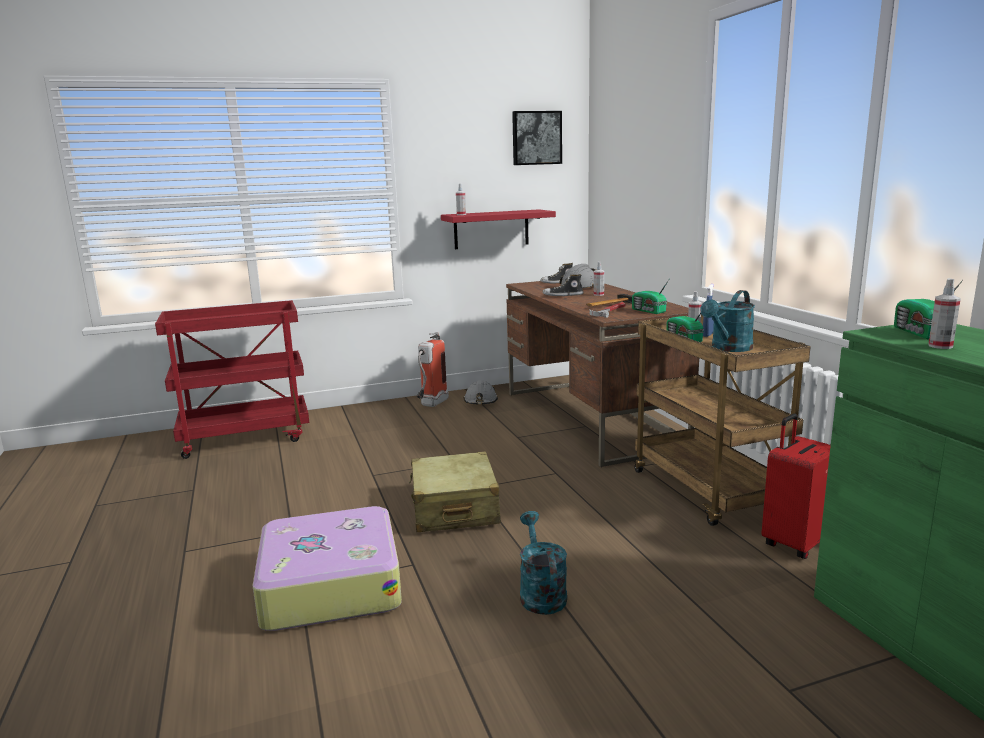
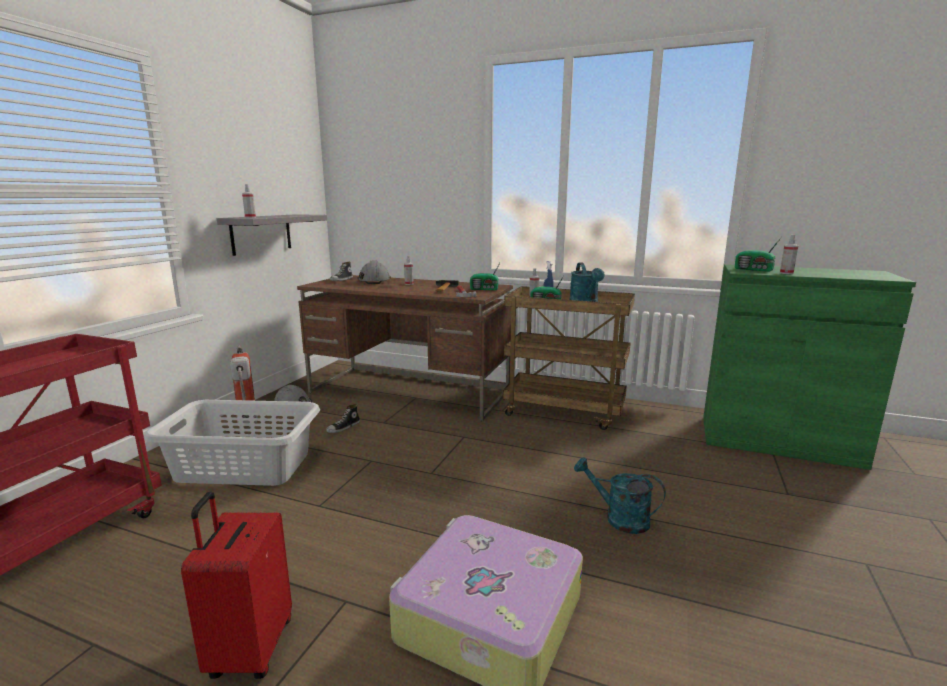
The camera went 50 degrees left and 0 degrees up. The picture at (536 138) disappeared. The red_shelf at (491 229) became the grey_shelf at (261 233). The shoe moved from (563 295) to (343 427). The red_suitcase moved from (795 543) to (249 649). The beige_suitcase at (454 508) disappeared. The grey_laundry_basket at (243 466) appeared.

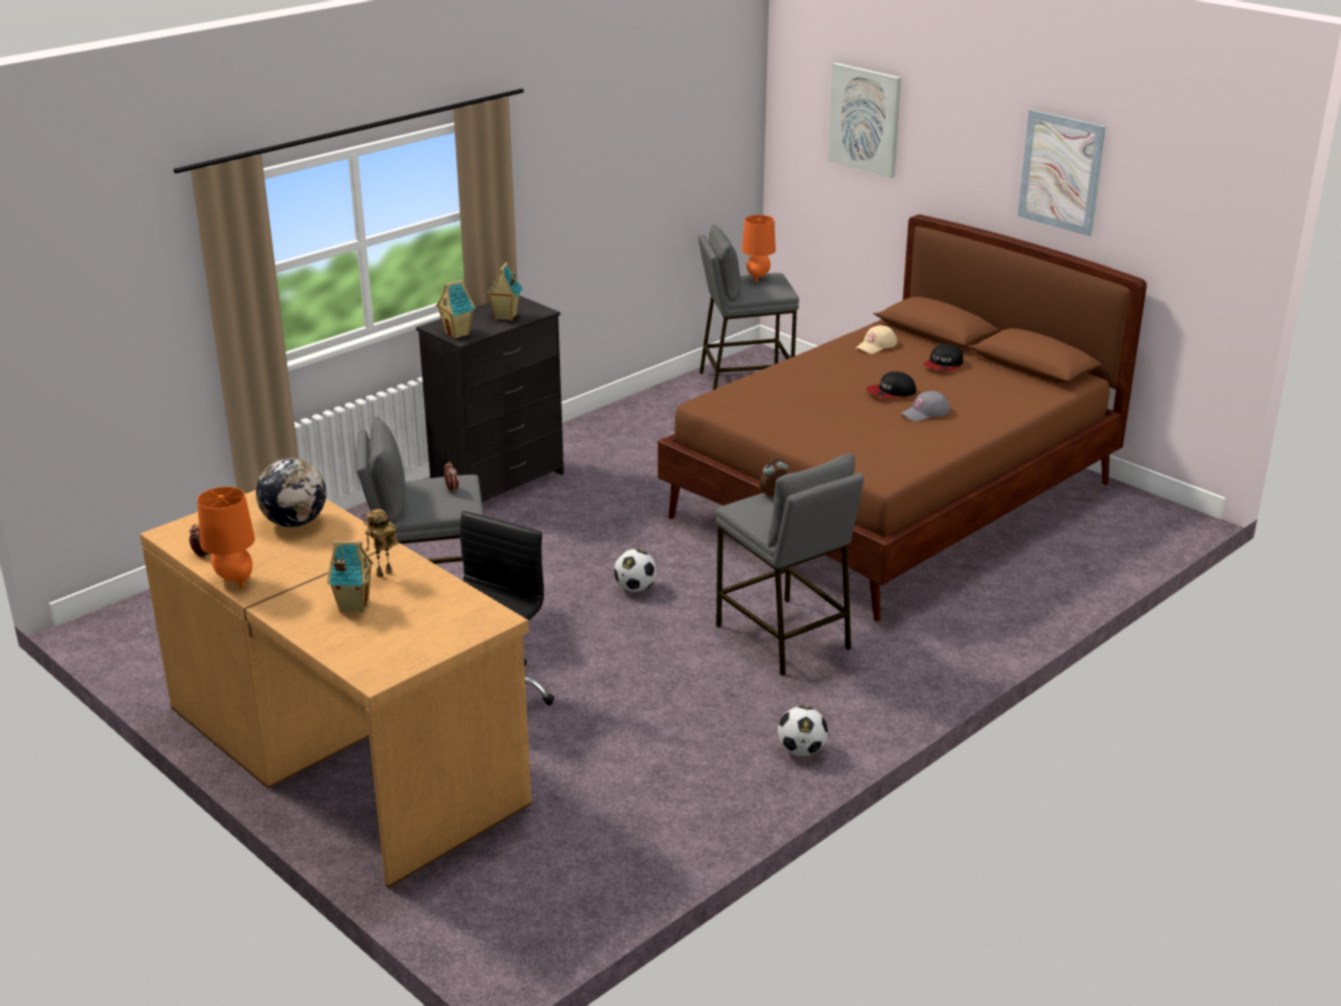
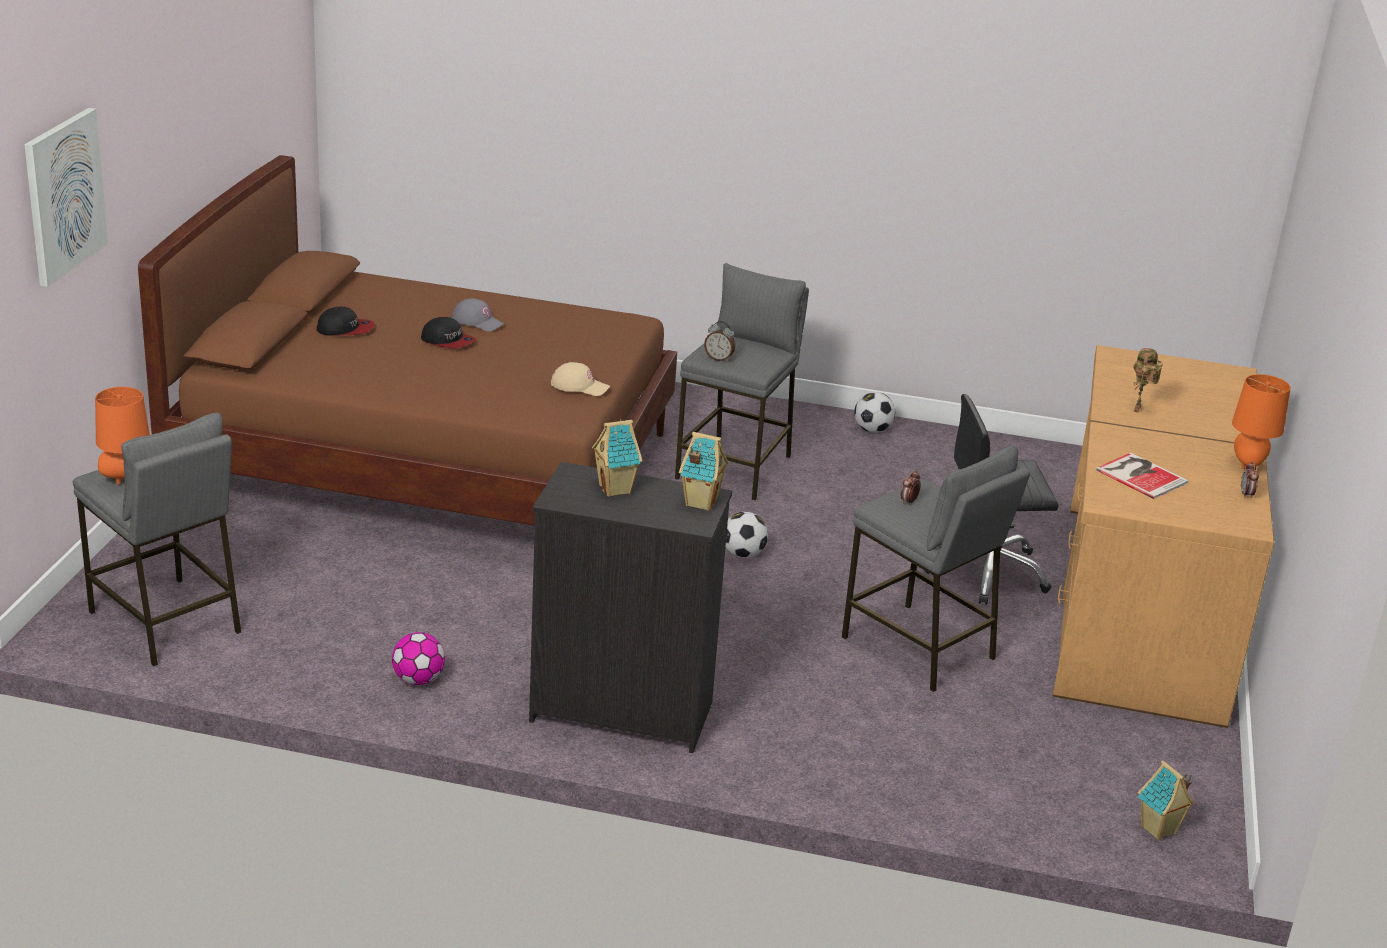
The camera went 125 degrees left and 0 degrees up. The picture at (1061 172) disappeared. The beige_cap moved from (876 345) to (580 386). The globe at (295 522) was replaced by the book at (1140 475). The toy_robot at (384 575) turned 90 degrees clockwise. The toy_house moved from (353 605) to (1159 830). The football at (418 680) appeared.

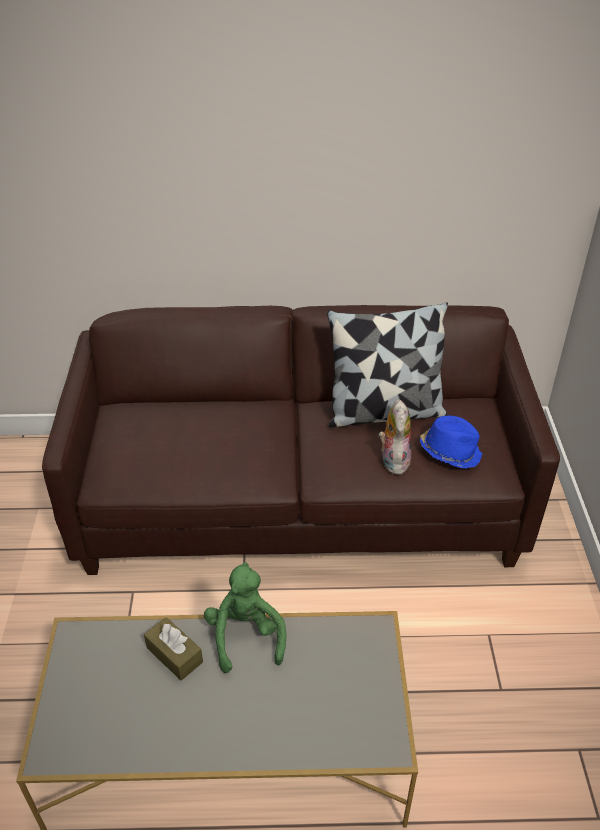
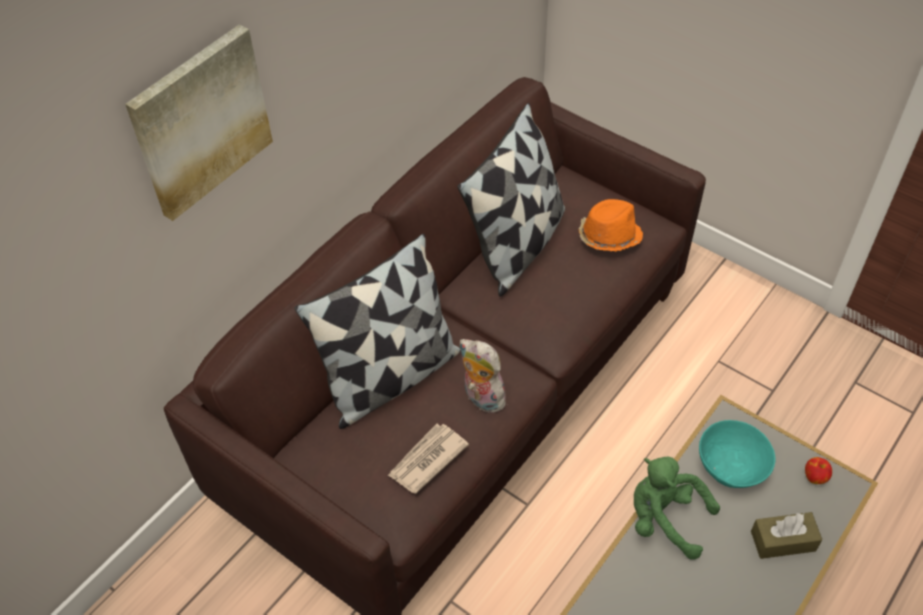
The camera went 50 degrees left and 10 degrees up. The plush_toy moved from (393 460) to (481 398). The blue_hat at (450 451) became the orange_hat at (608 236). The brown_tissue_box moved from (174 655) to (783 541). The picture at (200 121) appeared. The pillow at (390 377) appeared. The turquoise_bowl at (731 466) appeared. The newspaper at (426 460) appeared. The apple at (815 477) appeared.

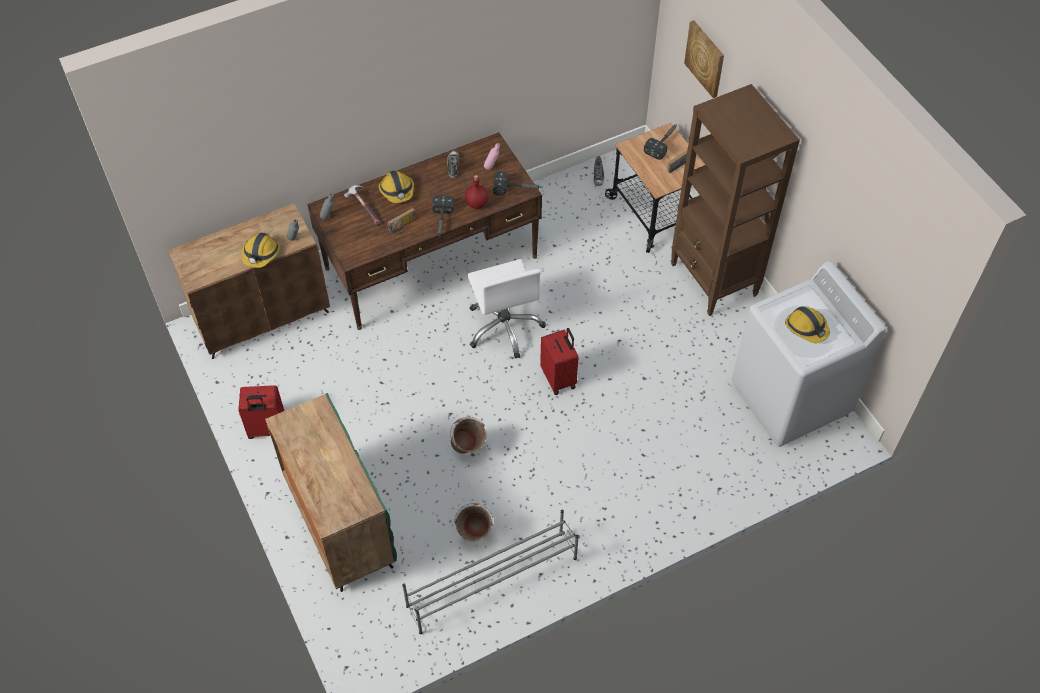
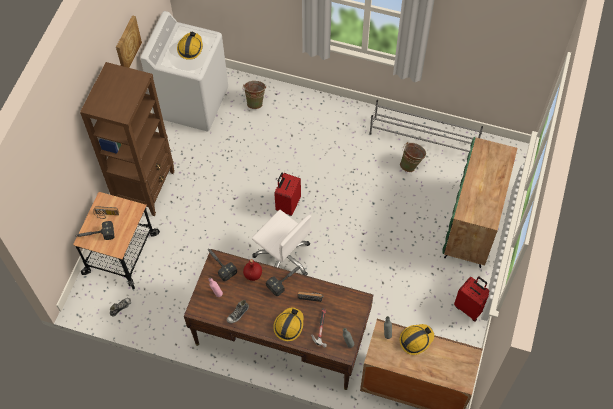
The camera went 135 degrees left and 5 degrees up. The picture moved from (705 58) to (127 44). The white_office_chair at (504 327) turned 105 degrees clockwise. The green_bucket moved from (468 450) to (255 101).

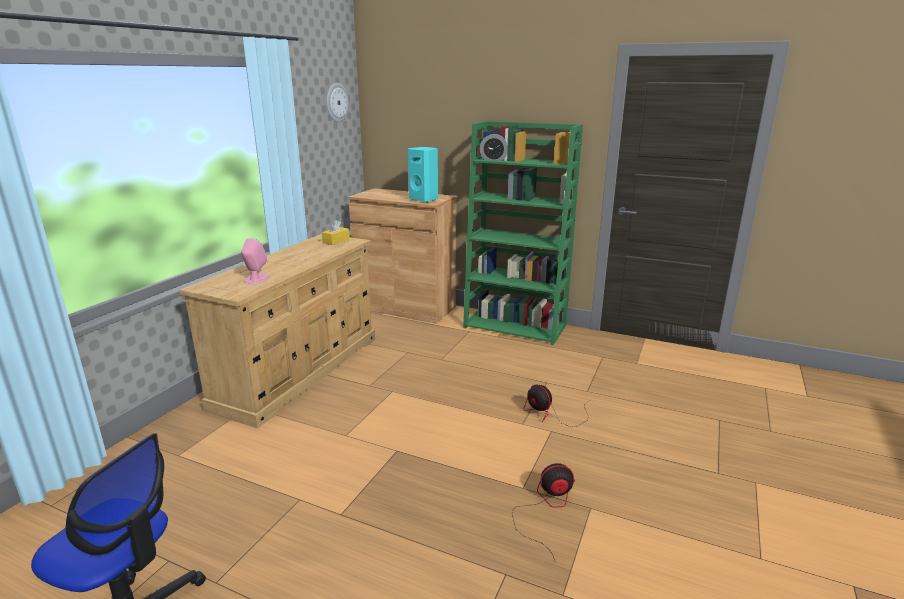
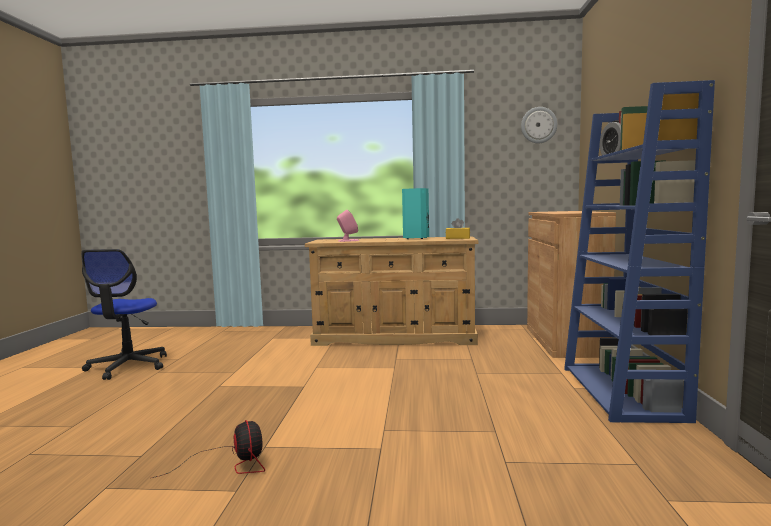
The camera went 70 degrees right and 15 degrees down. The green_bookcase at (516 326) became the blue_bookcase at (622 393). The turquoise_speaker moved from (424 199) to (416 238). The fan at (552 414) disappeared.

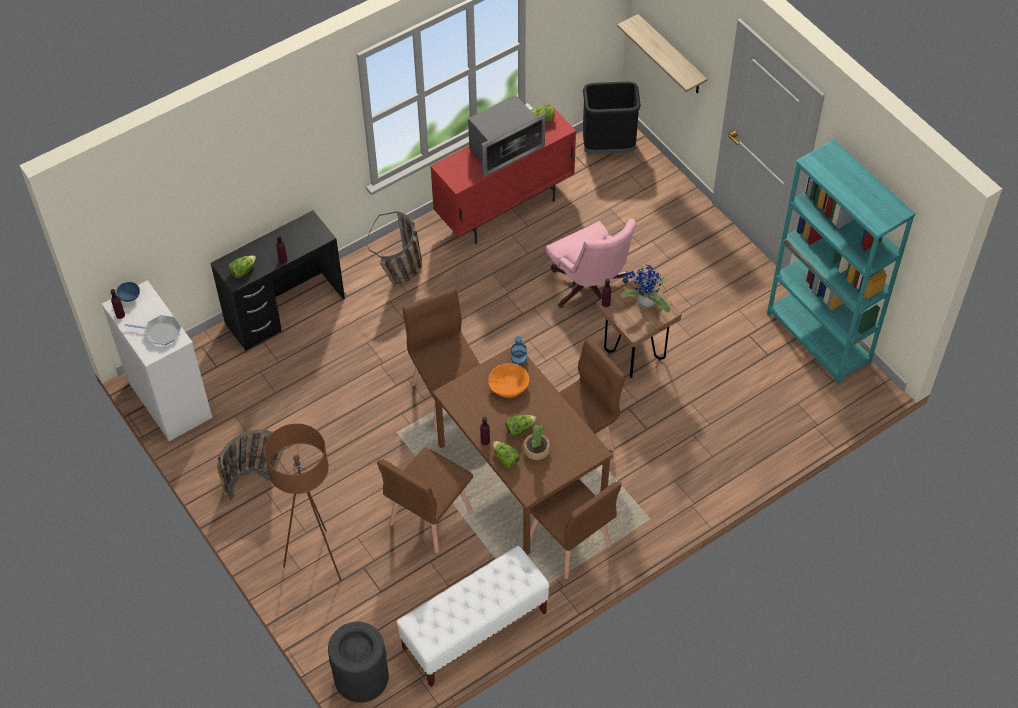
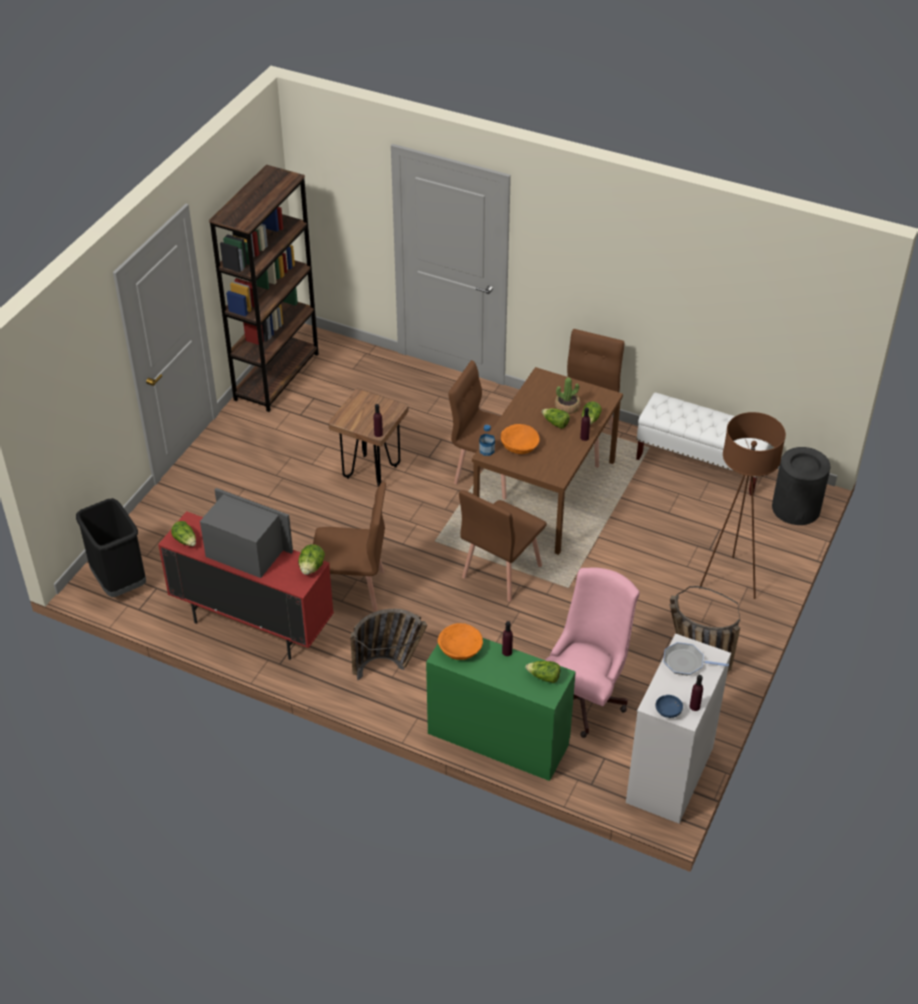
The camera went 120 degrees left and 10 degrees down. The shelf at (671 56) disappeared. The turquoise_bookcase at (818 338) became the brown_bookcase at (277 376). The black_desk at (285 310) became the green_desk at (498 738). The pink_office_chair moved from (590 290) to (585 696). The potted_plant at (645 303) disappeared. The frying_pan at (161 332) turned 60 degrees counterclockwise. The brown_chair moved from (429 516) to (351 591). The lettuce at (311 567) appeared. The orange_bowl at (460 648) appeared.

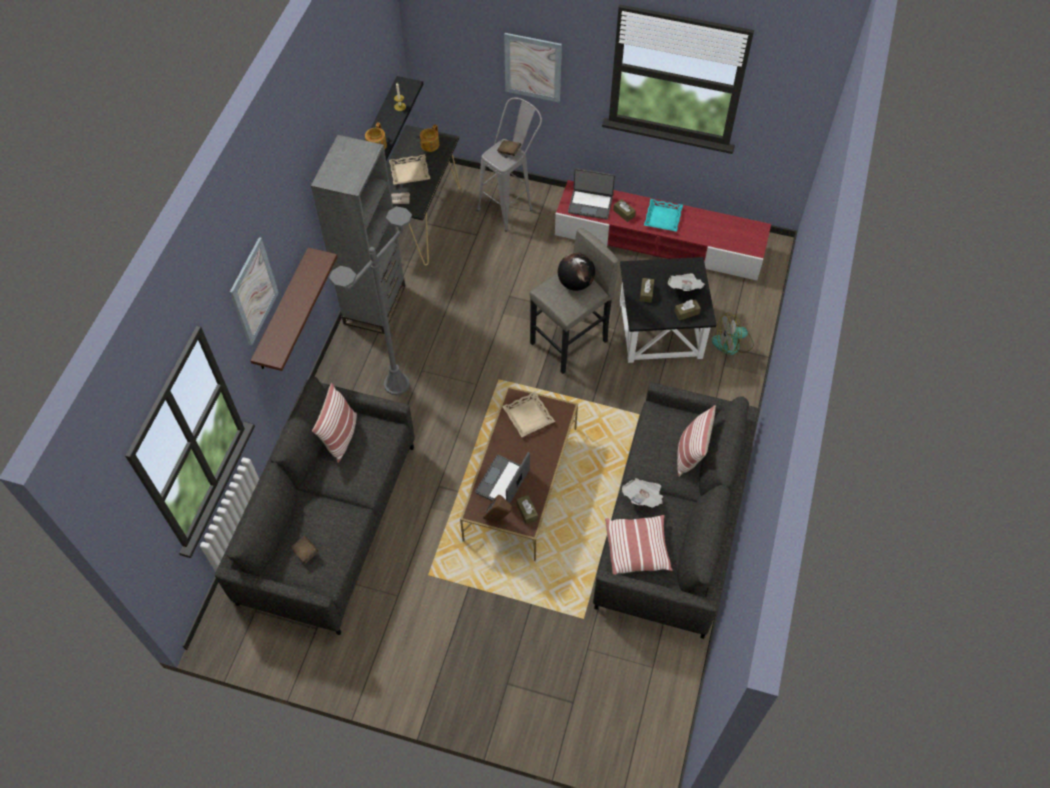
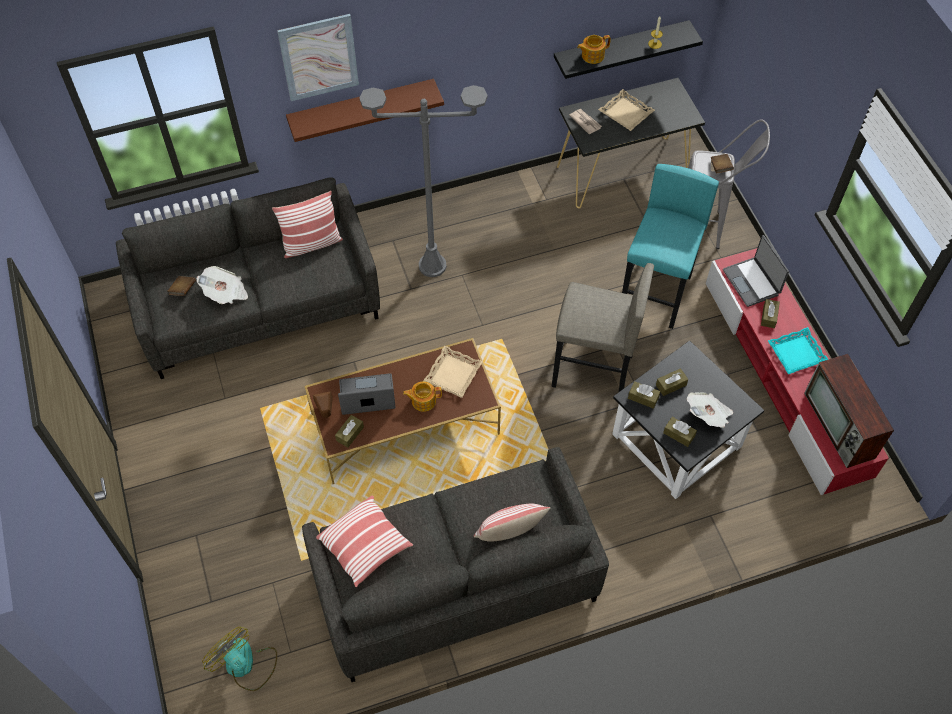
The camera went 55 degrees right and 0 degrees up. The picture at (533 67) disappeared. The teapot moved from (429 145) to (423 400). The grey_bookcase at (375 304) disappeared. The globe at (575 283) disappeared. The fan moved from (732 343) to (245 665). The newspaper moved from (643 497) to (225 293). The turquoise_stool at (656 294) appeared. The television at (840 426) appeared. The brown_tissue_box at (643 398) appeared.

